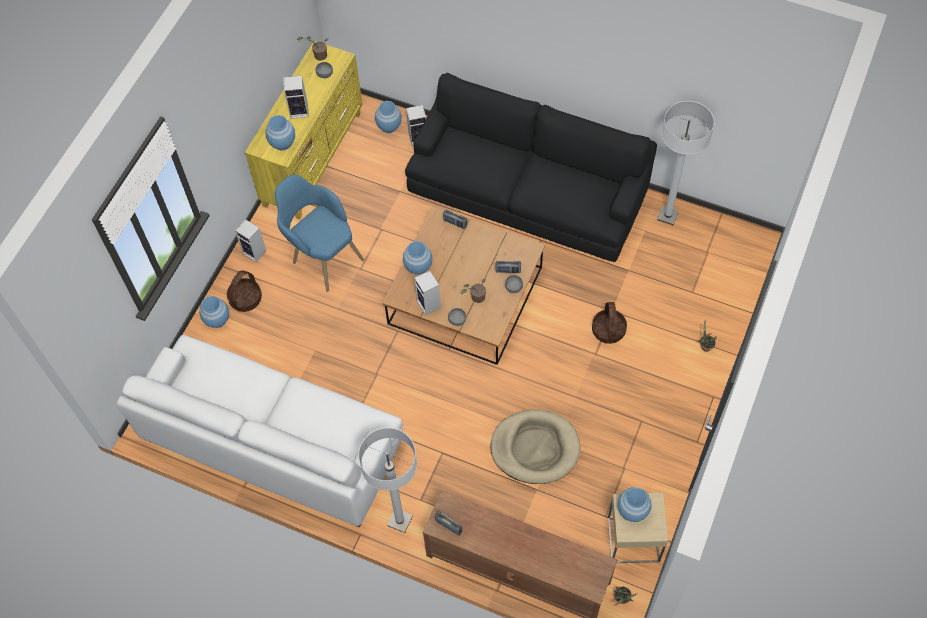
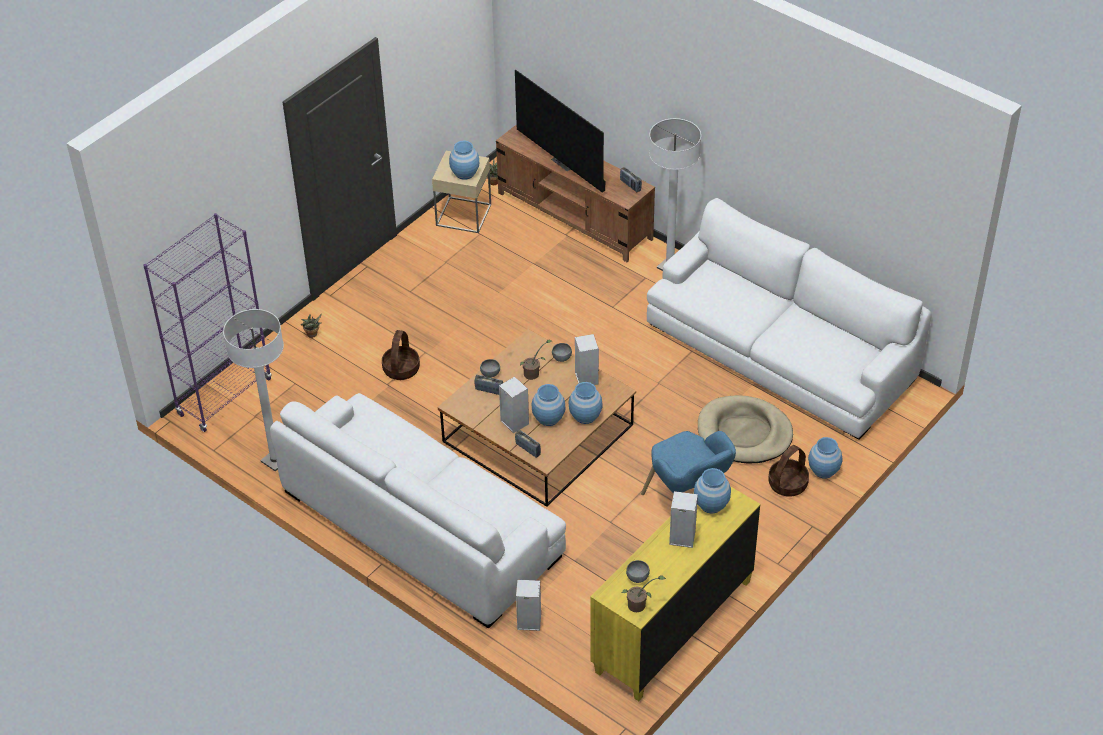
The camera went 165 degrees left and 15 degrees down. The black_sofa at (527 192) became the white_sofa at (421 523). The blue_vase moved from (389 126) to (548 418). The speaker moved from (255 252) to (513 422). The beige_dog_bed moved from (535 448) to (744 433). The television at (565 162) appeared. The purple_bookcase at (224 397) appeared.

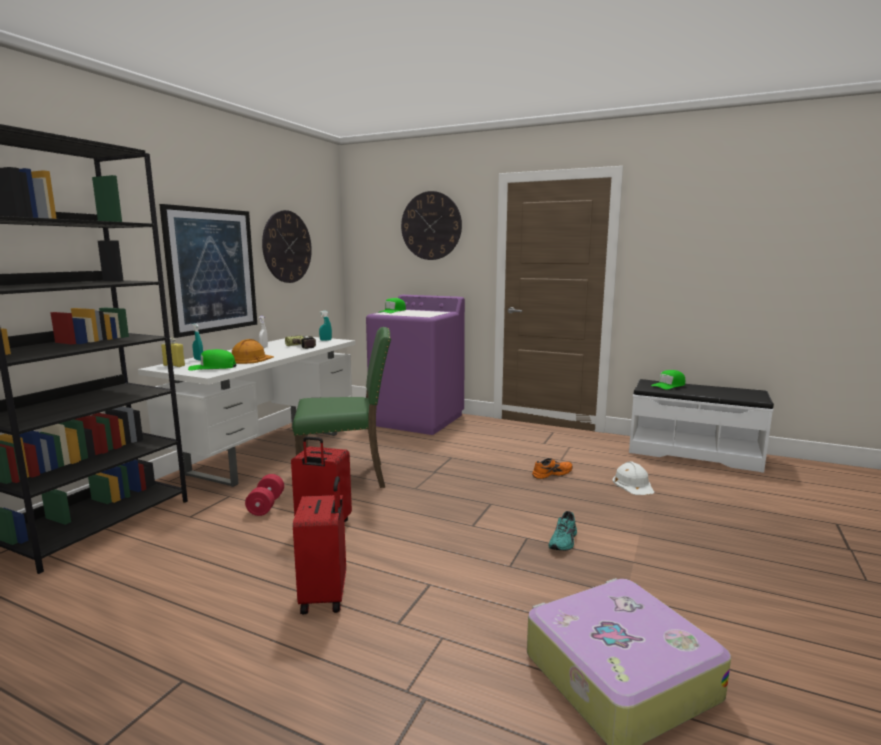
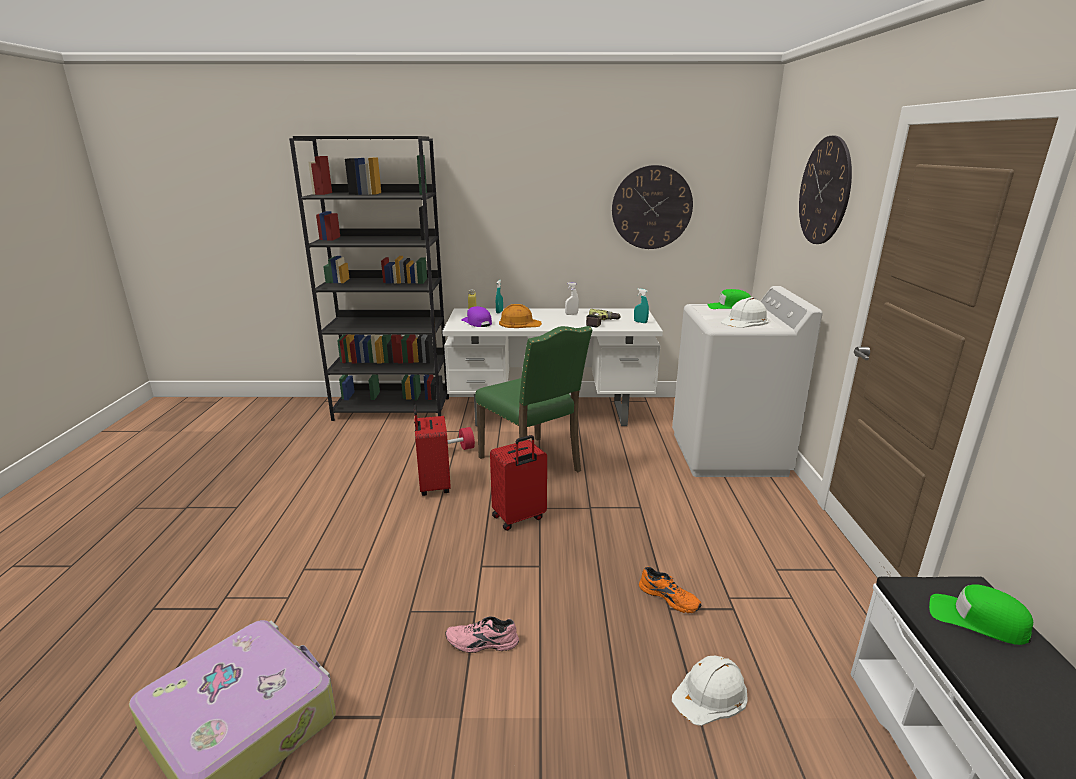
The camera went 65 degrees right and 10 degrees up. The picture at (212 270) disappeared. The purple_washing_machine at (418 420) became the white_washing_machine at (728 454). The green_cap at (212 367) became the purple_cap at (477 322). The red_suitcase moved from (325 596) to (519 518). The turquoise_shoe at (564 541) became the pink_shoe at (482 643). The white_hard_hat at (745 321) appeared.

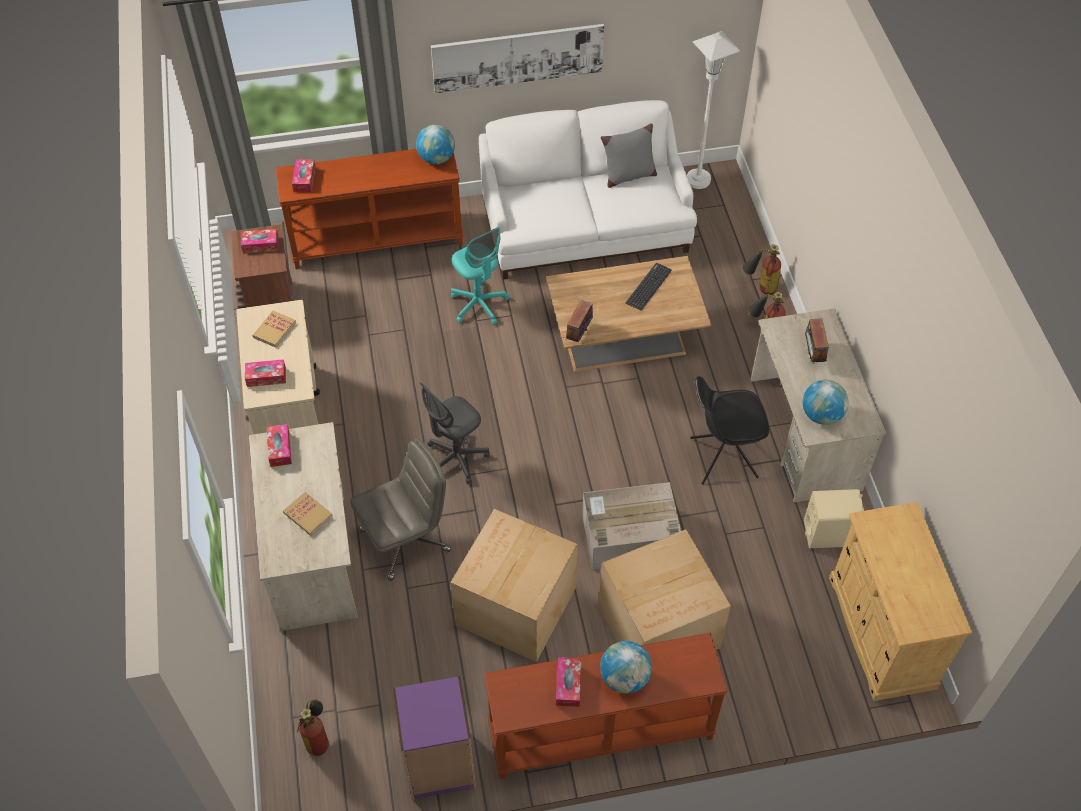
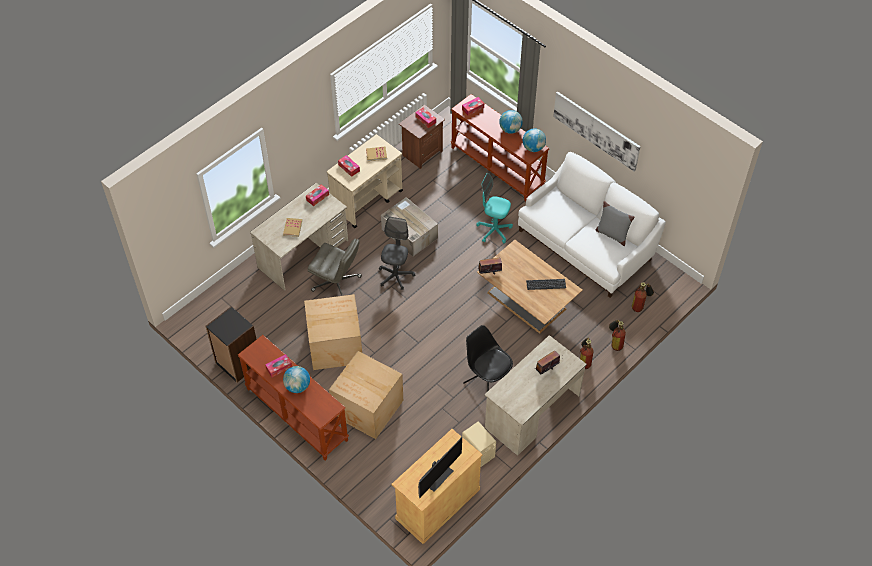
The camera went 55 degrees right and 0 degrees up. The white_floor_lamp at (698 180) disappeared. The turquoise_office_chair at (479 304) turned 90 degrees clockwise. The globe moved from (821 415) to (510 129). The grey_office_chair at (456 459) turned 90 degrees clockwise. The cardboard_box moved from (628 537) to (409 233). The purple_bookcase at (439 764) became the black_bookcase at (238 363). The fire_extinguisher moved from (318 737) to (640 305). The monitor at (436 475) appeared.

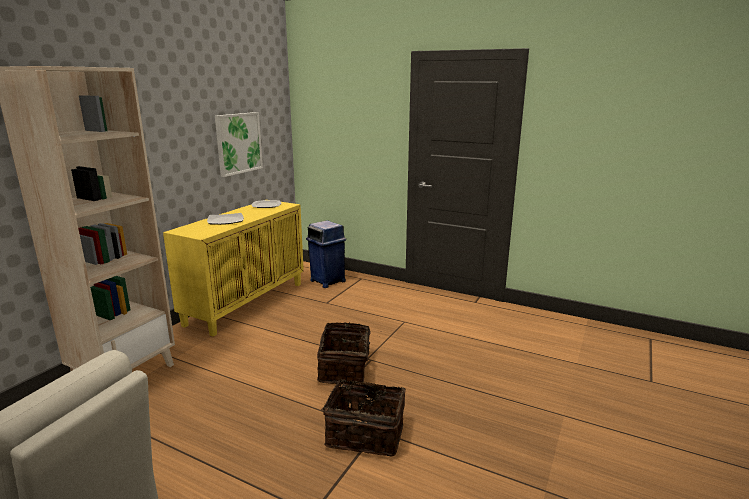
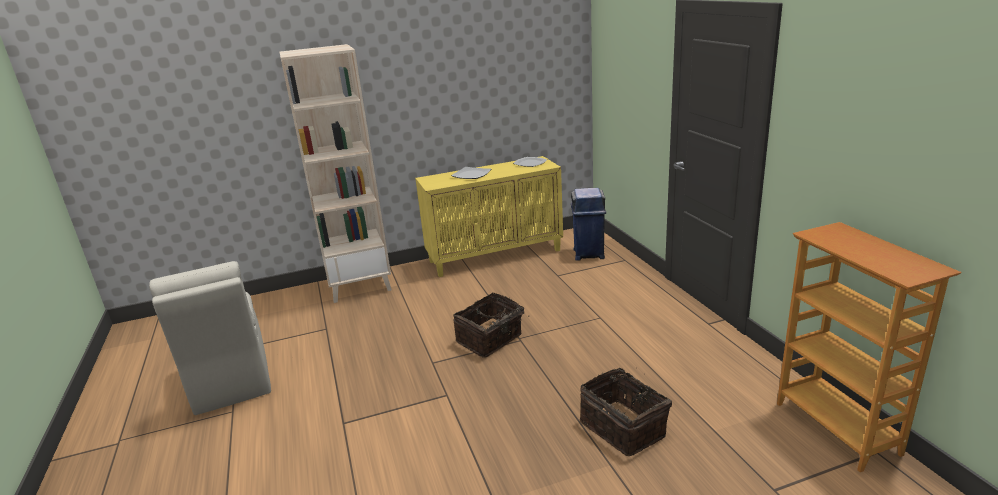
The camera went 45 degrees right and 5 degrees up. The picture at (238 143) disappeared. The basket moved from (366 433) to (624 427). The bookcase at (837 428) appeared.

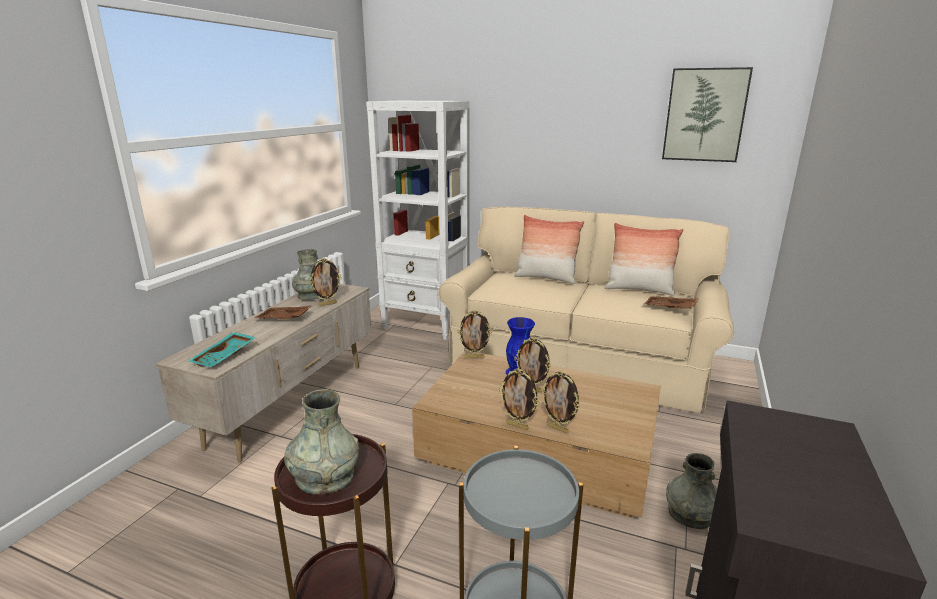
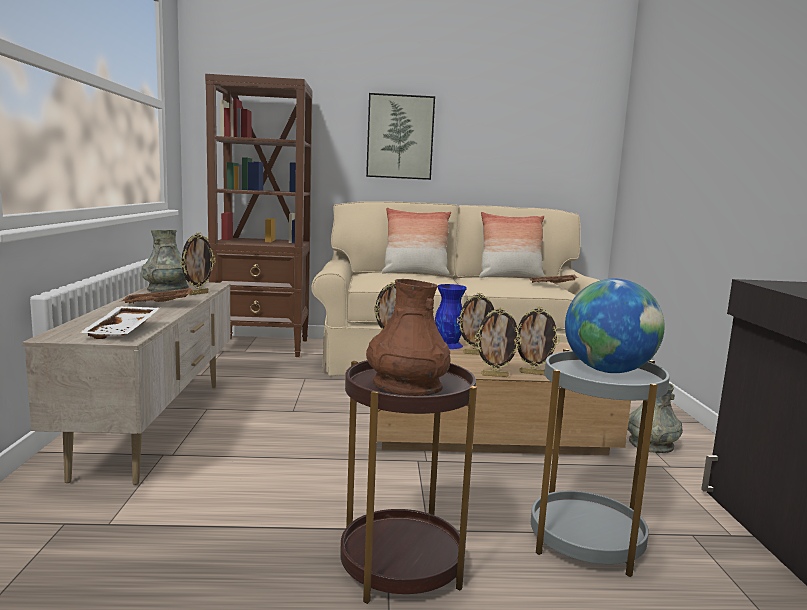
The camera went 25 degrees left and 10 degrees down. The picture moved from (705 115) to (400 137). The white_bookcase at (426 324) became the brown_bookcase at (263 347). The turquoise_tray at (225 357) became the white_tray at (124 331). The grey_vase at (325 476) became the brown_vase at (407 387). The globe at (608 371) appeared.

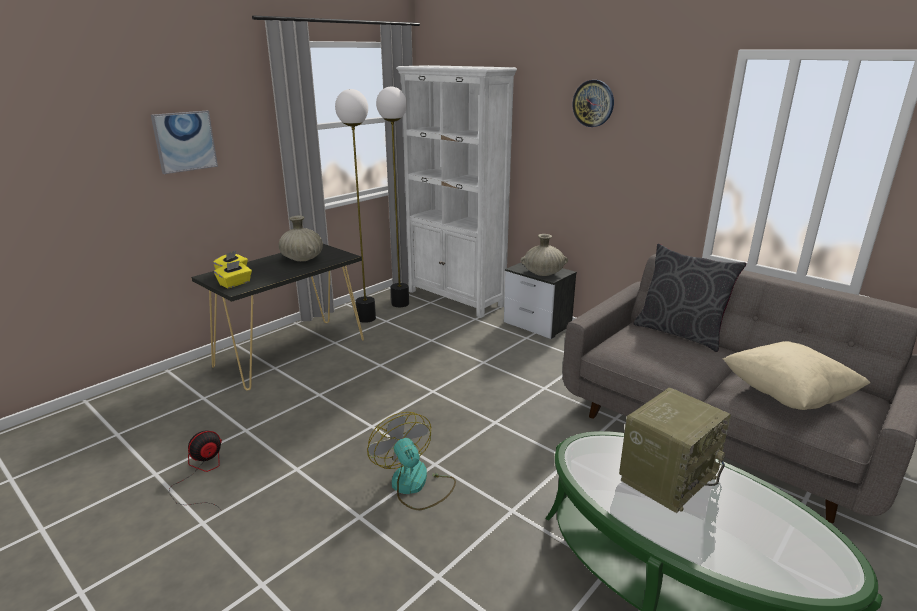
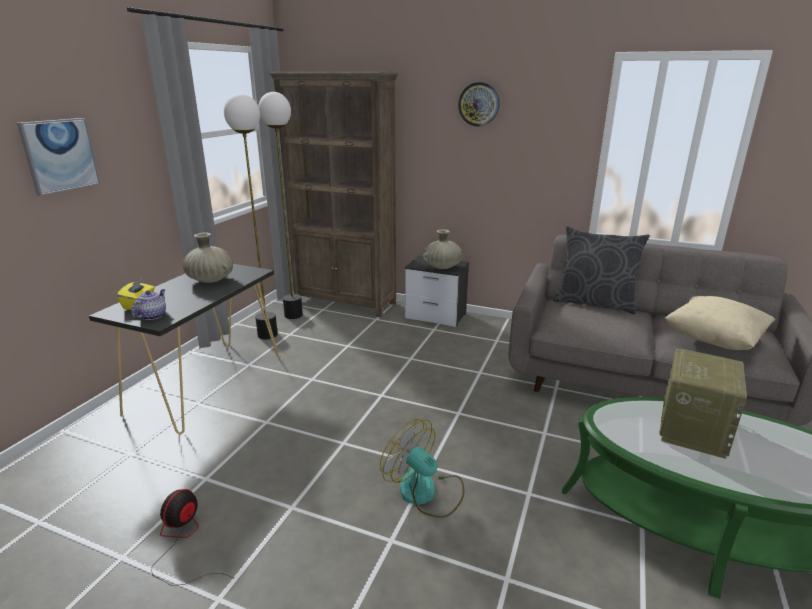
The camera went 20 degrees left and 0 degrees up. The white_bookcase at (456 298) became the brown_bookcase at (345 302). The yellow_tissue_box at (235 283) was replaced by the teapot at (152 316).

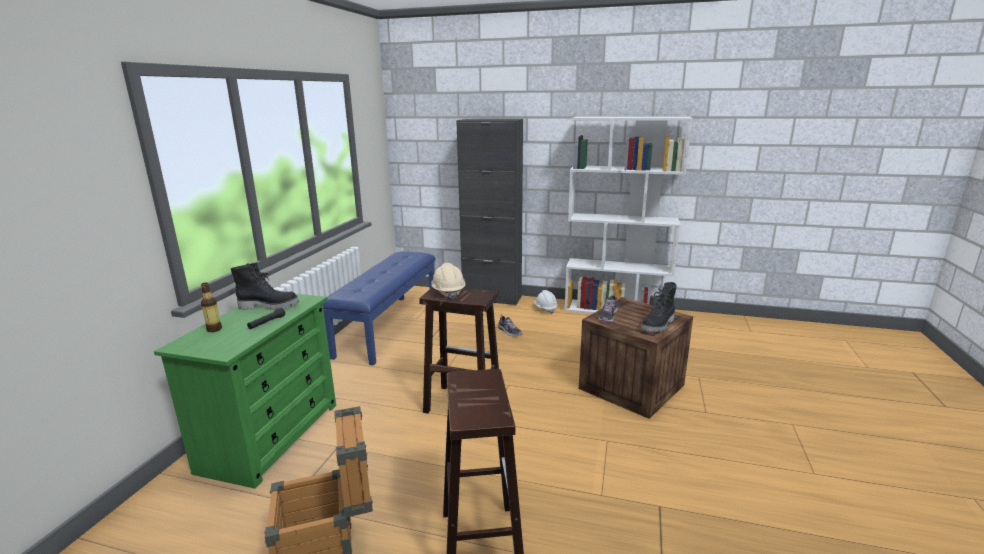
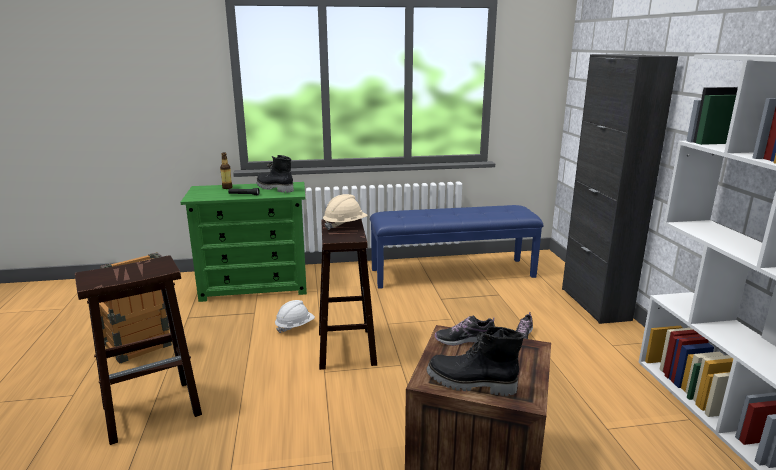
The camera went 65 degrees right and 0 degrees up. The black_boot at (269 306) turned 150 degrees clockwise. The white_hard_hat moved from (545 309) to (295 326).

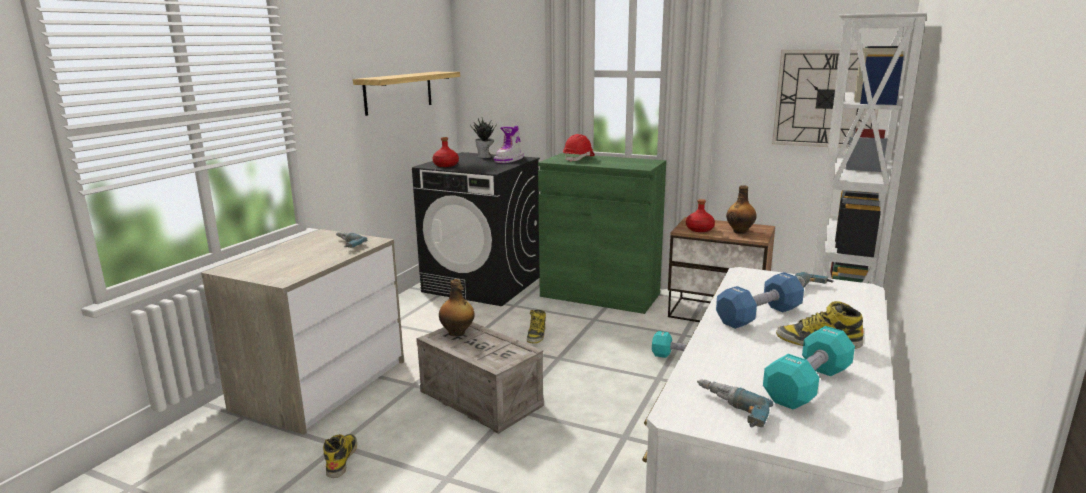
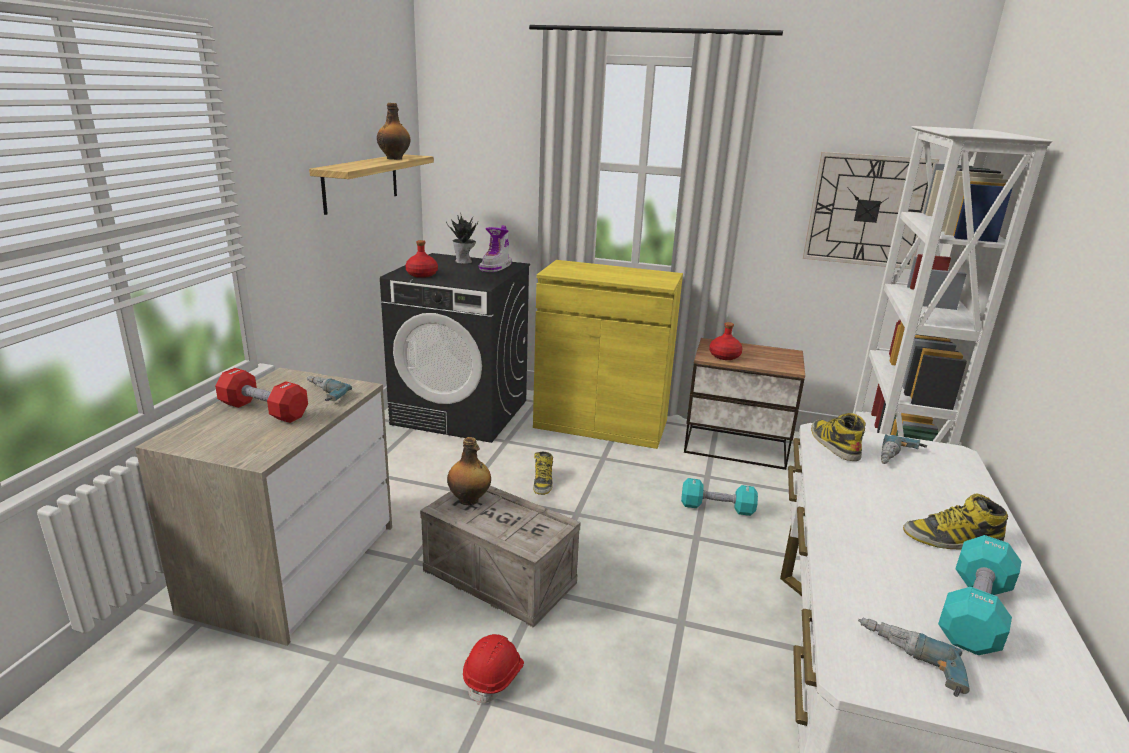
The camera went 10 degrees left and 5 degrees up. The red_hard_hat moved from (579 158) to (494 677). The green_cabinet at (600 295) became the yellow_cabinet at (601 424). The bottle moved from (740 231) to (395 158). The blue_dumbbell at (758 316) disappeared. The boot moved from (341 459) to (833 444). The red_dumbbell at (264 410) appeared.

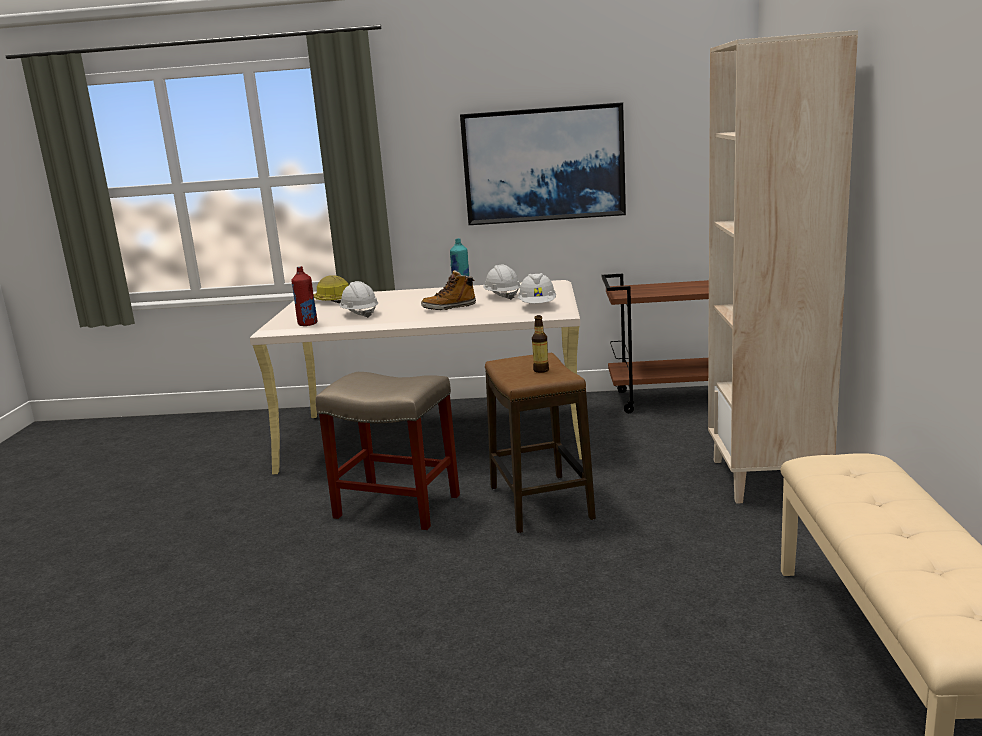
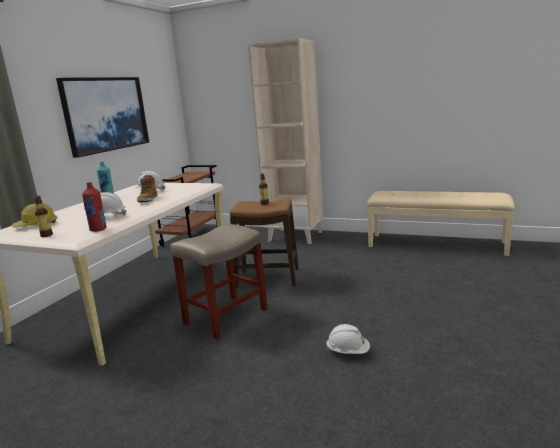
The camera went 70 degrees left and 0 degrees up. The white_hard_hat moved from (537 306) to (348 352). The bottle at (46 235) appeared.

